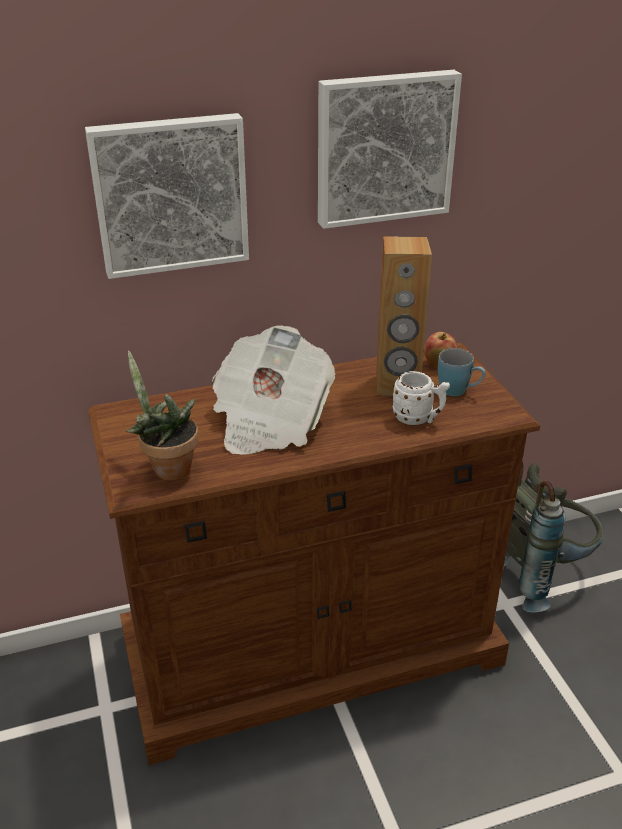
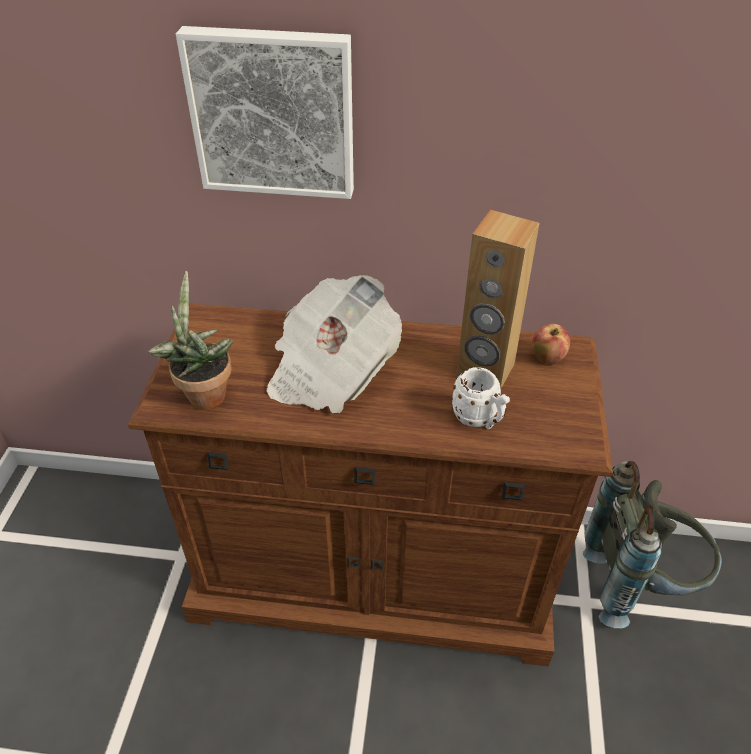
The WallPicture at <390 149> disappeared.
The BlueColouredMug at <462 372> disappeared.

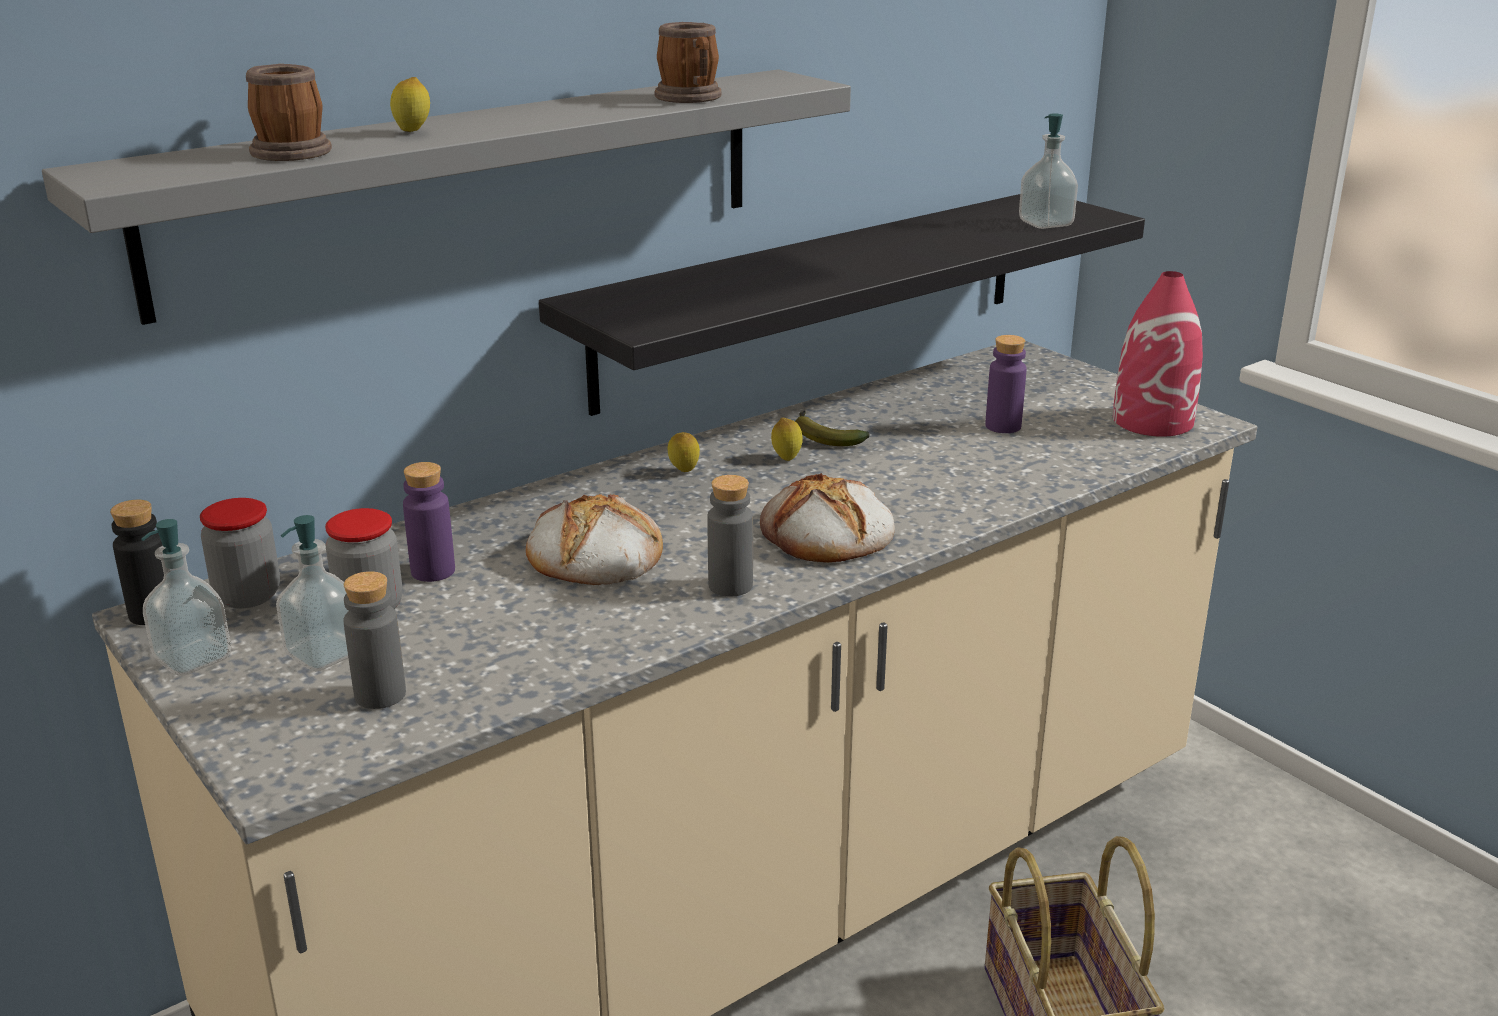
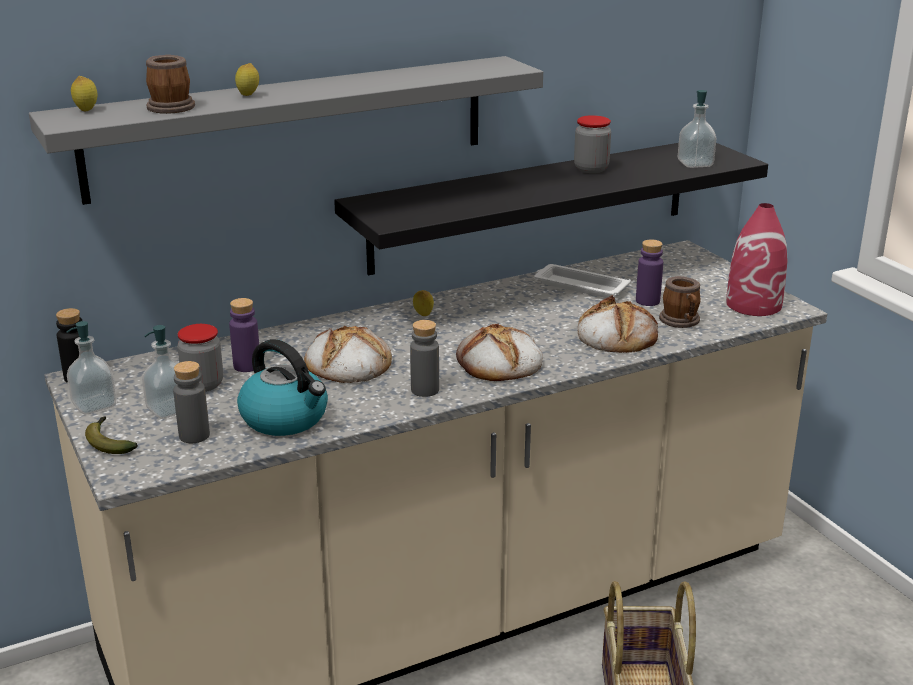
The Mug moved from <688 62> to <680 302>.
The BananaFruit moved from <832 428> to <111 435>.
The CitrusFruit moved from <787 439> to <84 93>.
The PreserveJar moved from <240 553> to <592 144>.
The WhitishTray at <582 281> appeared.
The BakeryBread at <618 324> appeared.
The TeaKettle at <282 387> appeared.

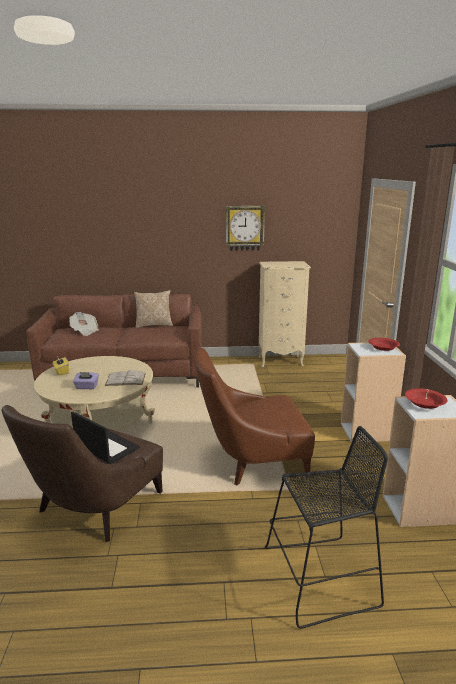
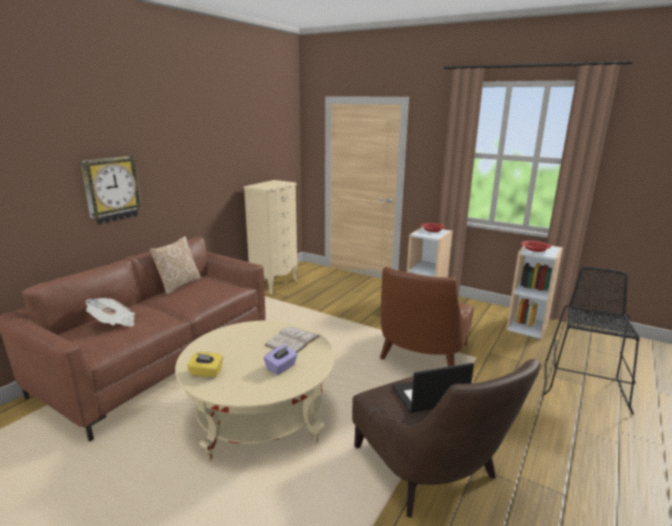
The WallClock moved from <245 228> to <111 190>.

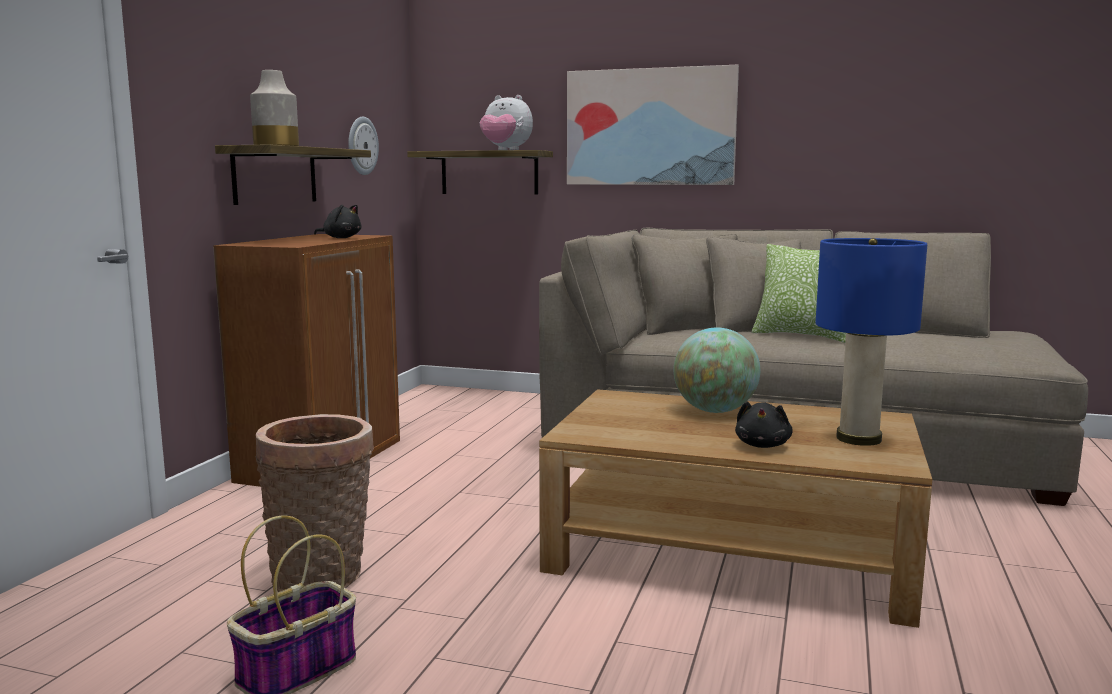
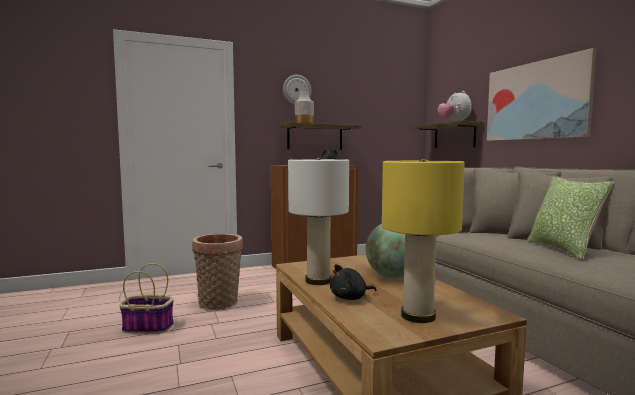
The WallClock moved from <363 145> to <297 90>.
The BlueColouredTableLamp at <871 342> became the YellowishTableLamp at <423 241>.
The WhitishTableLamp at <318 221> appeared.

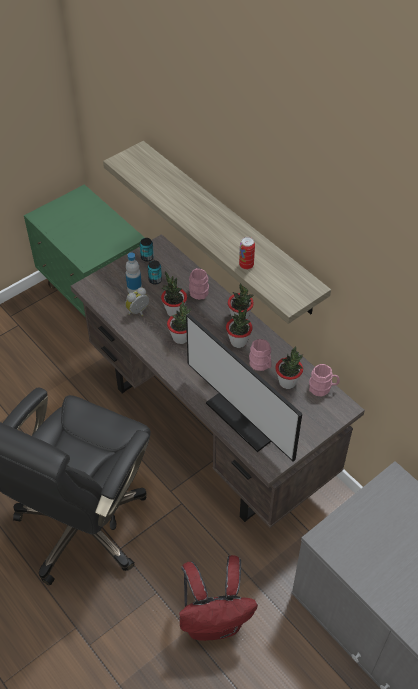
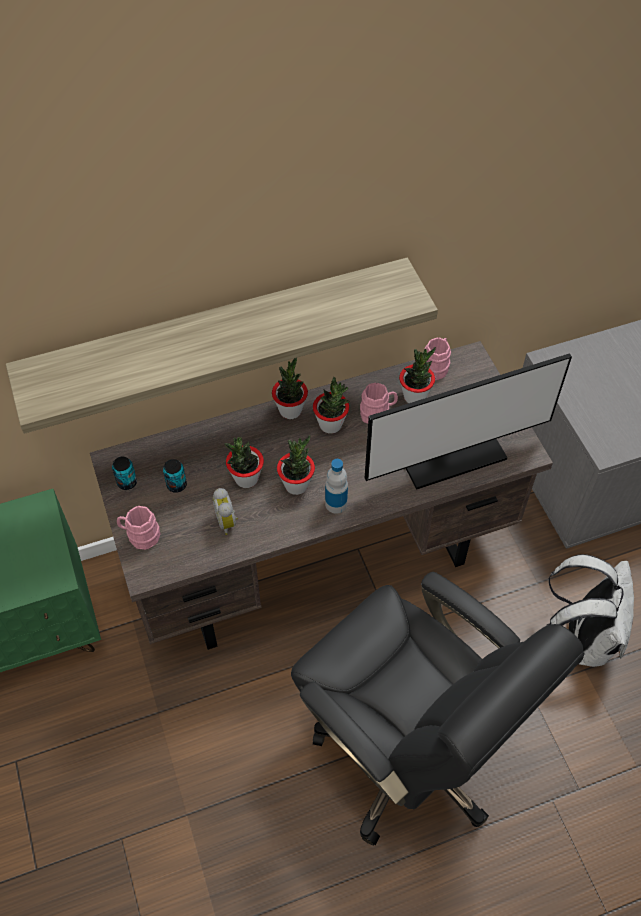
The Can at <247 253> disappeared.
The Bottle moved from <134 272> to <336 486>.
The PinkMug moved from <199 284> to <138 528>.
The RedRucksack at <218 598> became the WhitishRucksack at <590 610>.

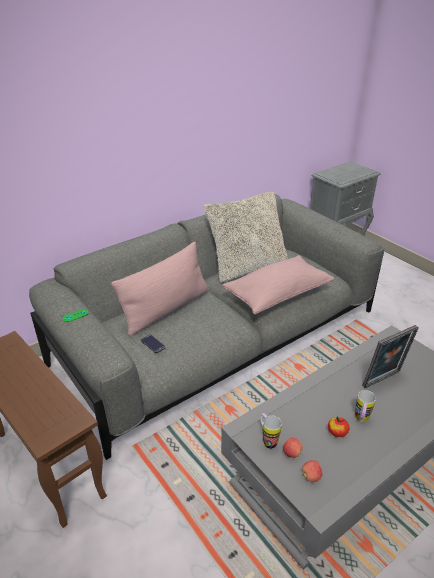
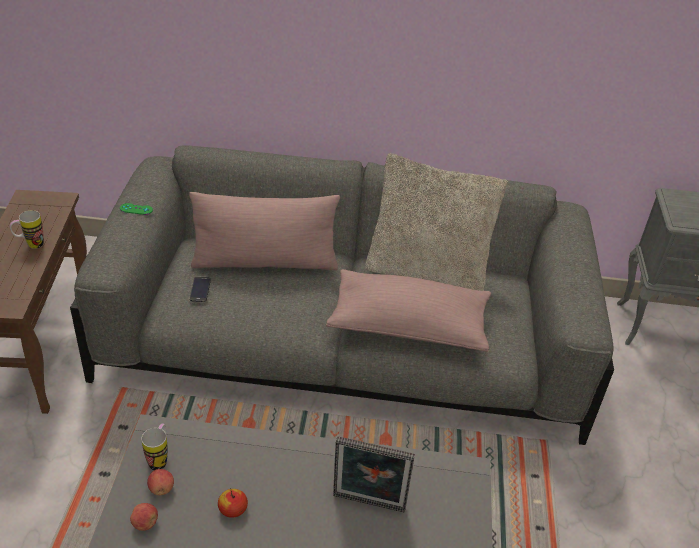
The Mug moved from <365 406> to <27 229>.

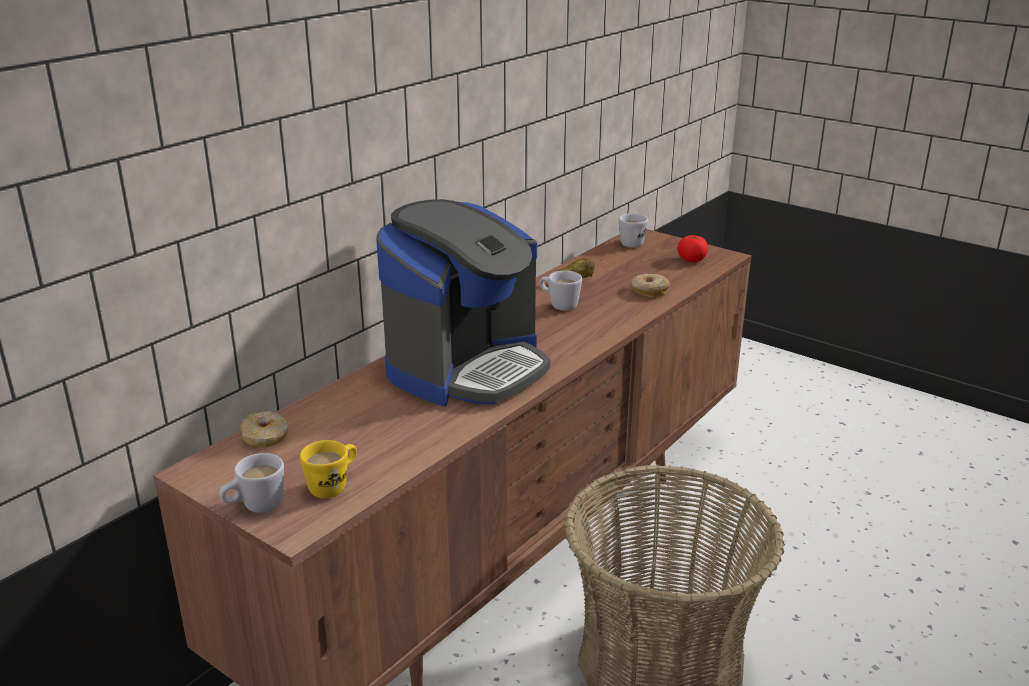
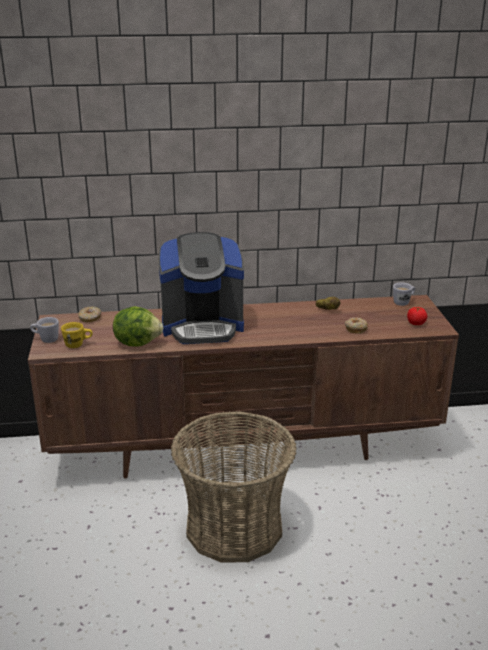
The WhitishMug at <561 291> disappeared.
The Lettuce at <138 326> appeared.

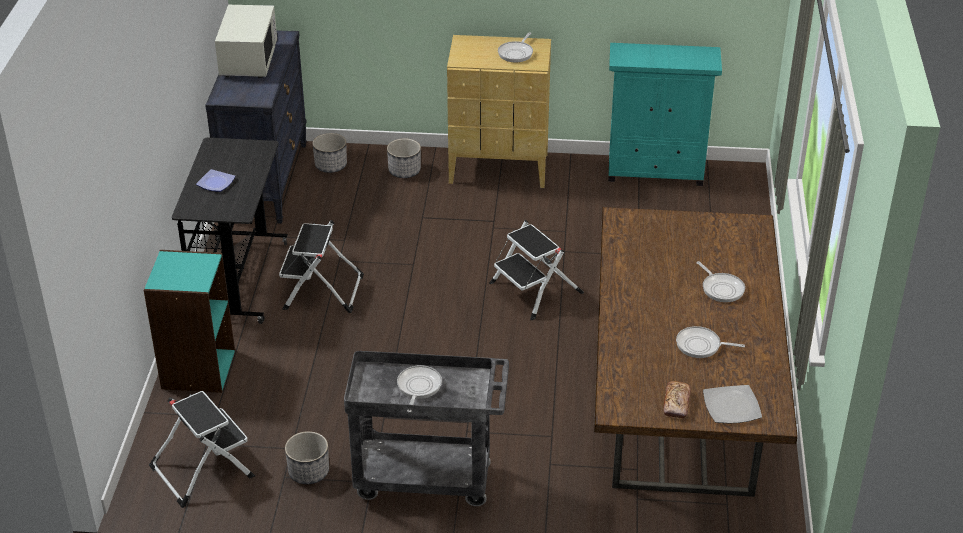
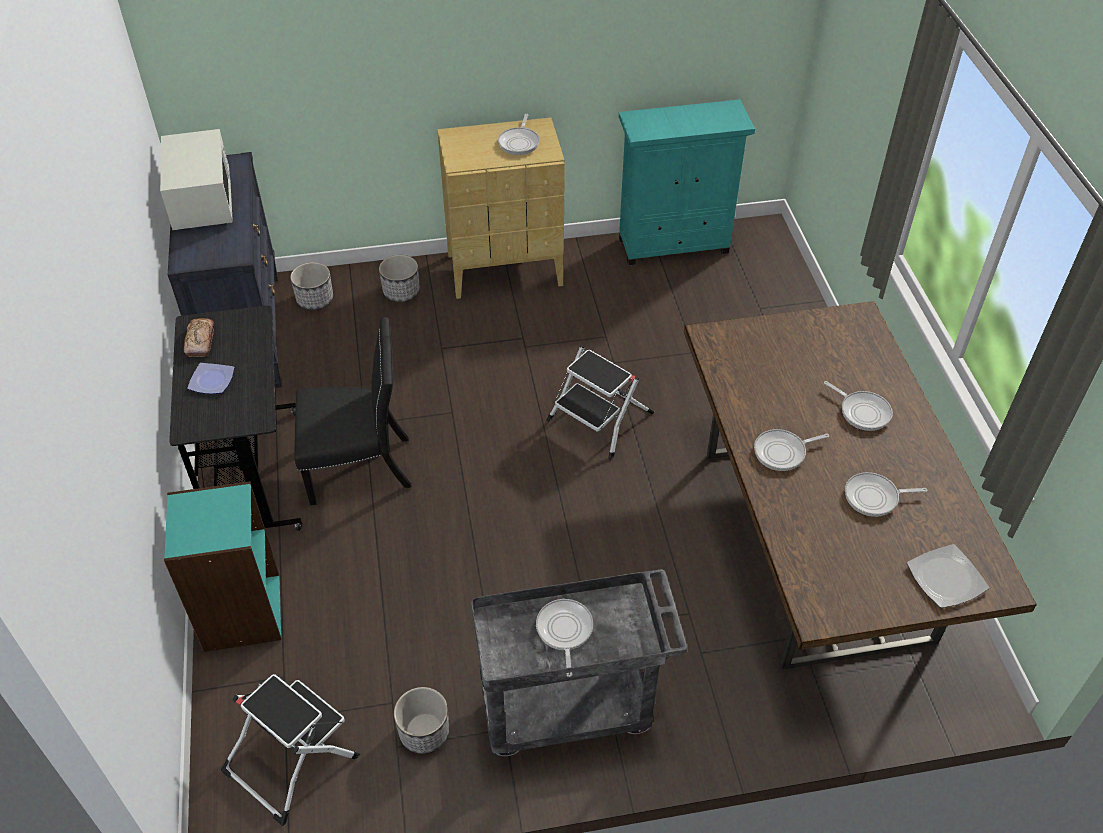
The Stepladder at <321 266> was replaced by the BlackPlainChair at <352 411>.
The BakeryBread moved from <677 400> to <199 337>.
The Skillet at <791 450> appeared.

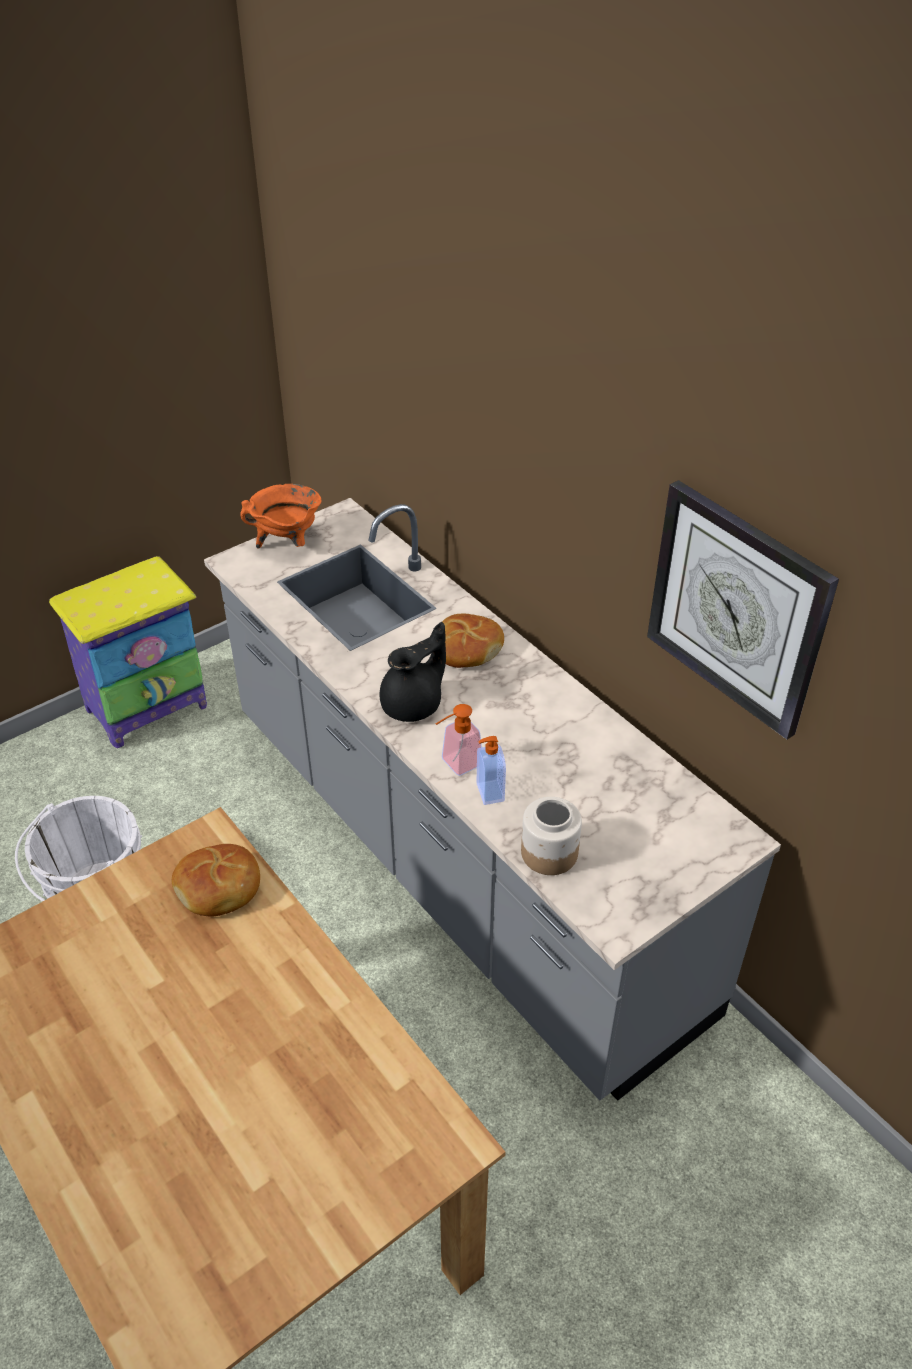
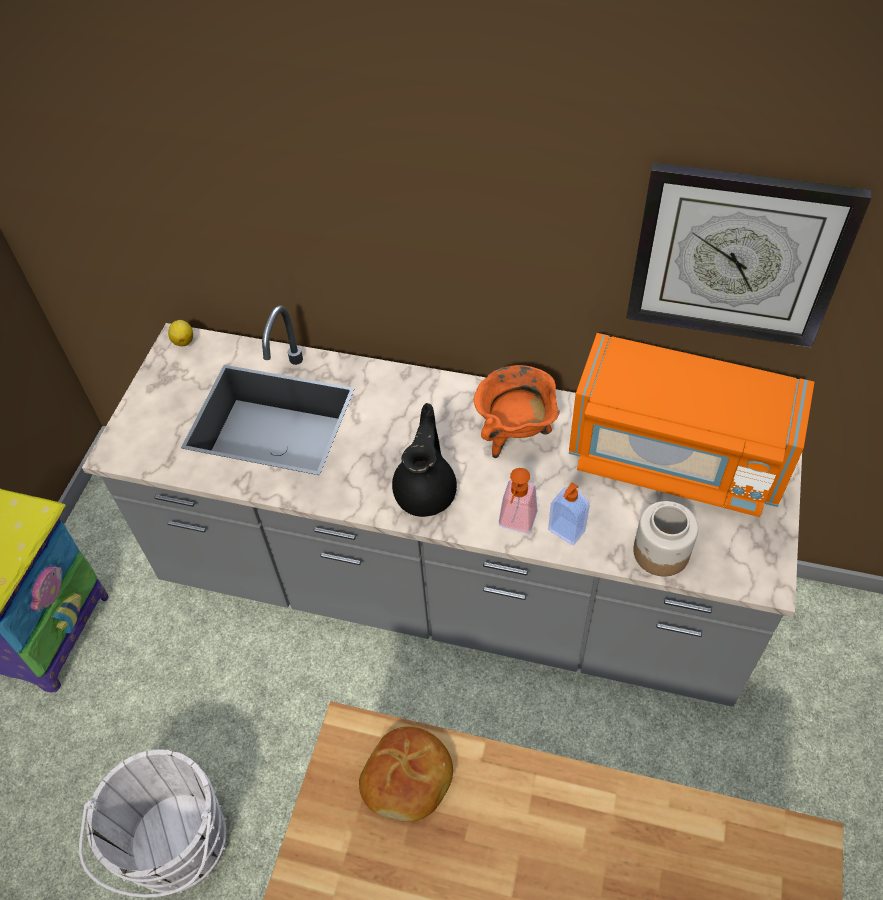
The OrangeyCookingPot moved from <281 516> to <517 411>.
The BakeryBread at <473 641> disappeared.
The CitrusFruit at <180 333> appeared.
The OrangeyMicrowaveOven at <692 425> appeared.

